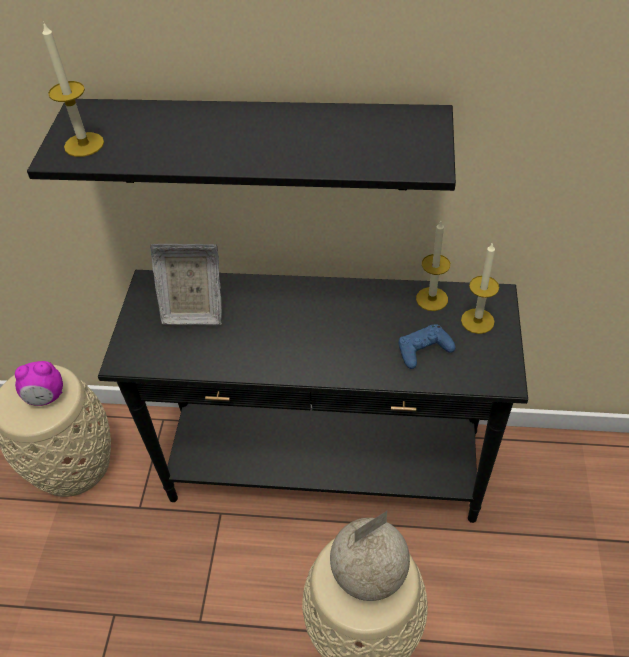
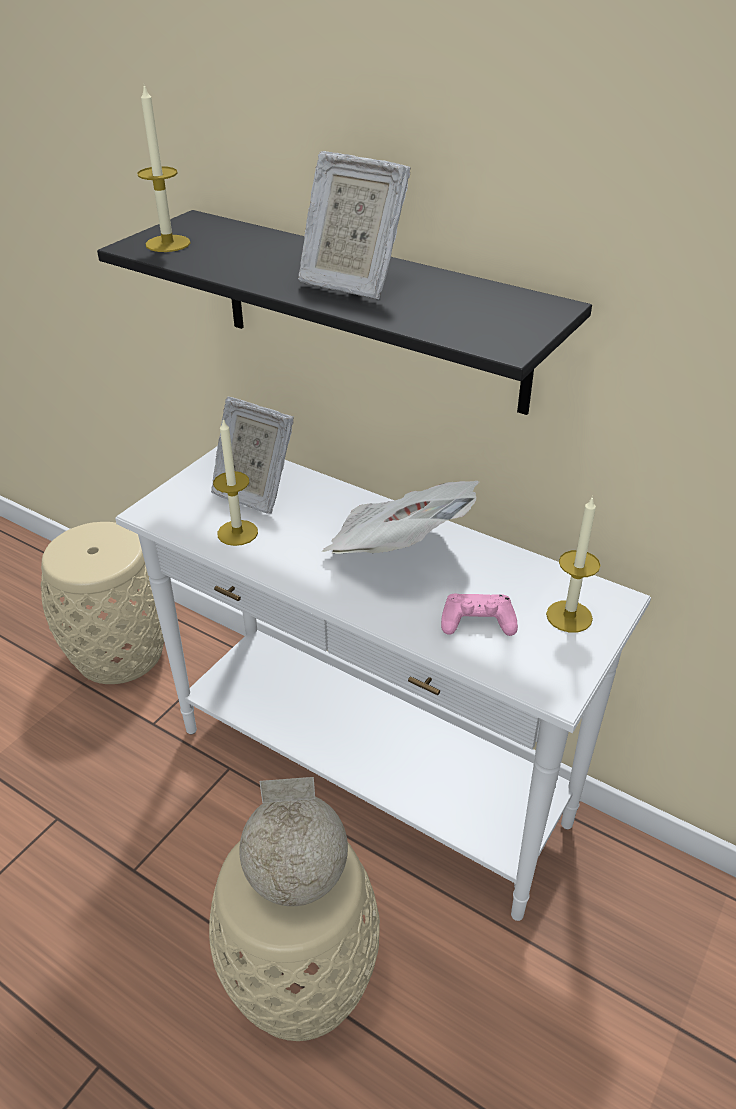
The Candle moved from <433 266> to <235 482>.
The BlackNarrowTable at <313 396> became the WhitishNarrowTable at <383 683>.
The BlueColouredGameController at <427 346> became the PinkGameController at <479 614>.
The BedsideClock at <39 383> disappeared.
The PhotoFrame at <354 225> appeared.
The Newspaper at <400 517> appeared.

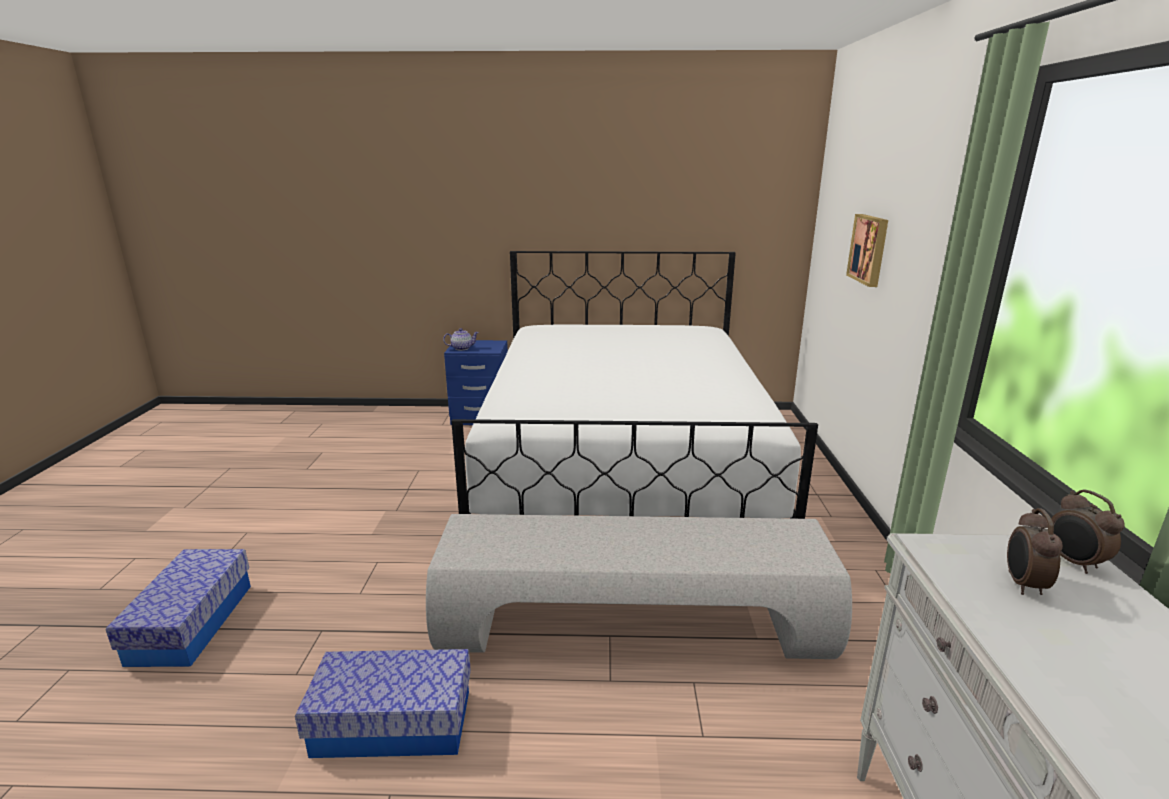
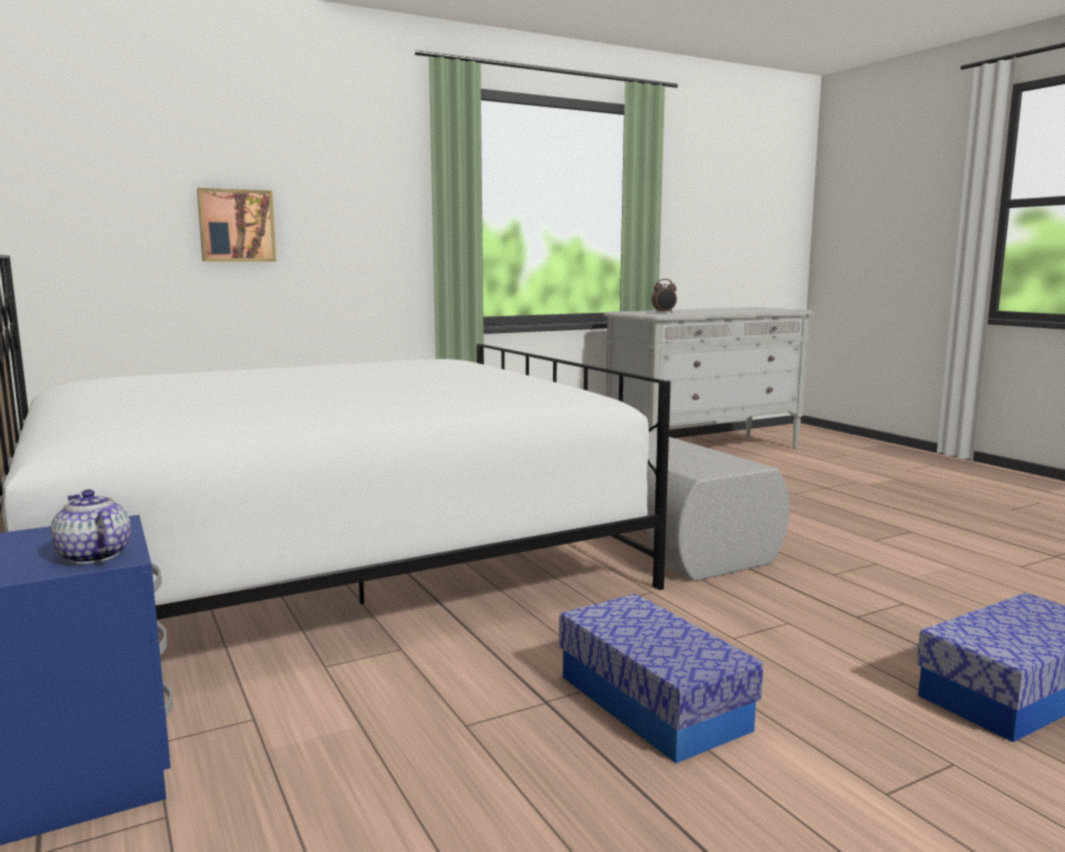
The BedsideClock at <1088 531> disappeared.
The StorageContainer moved from <383 703> to <661 678>.

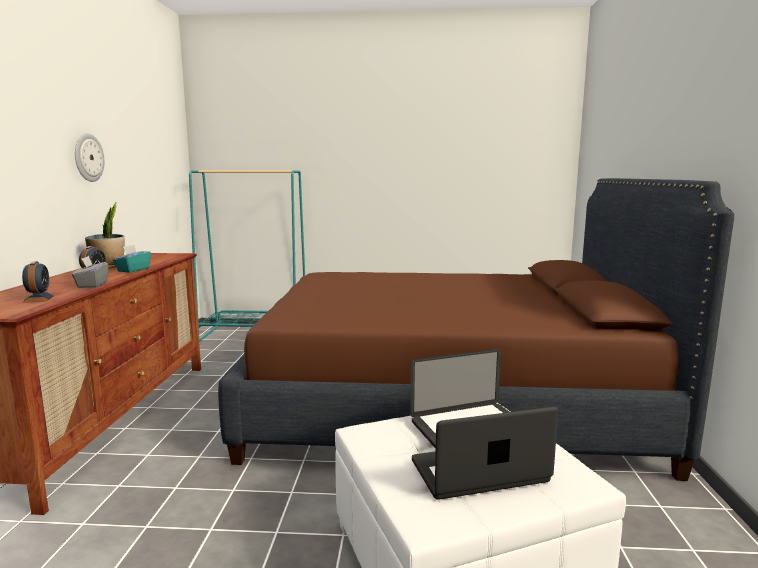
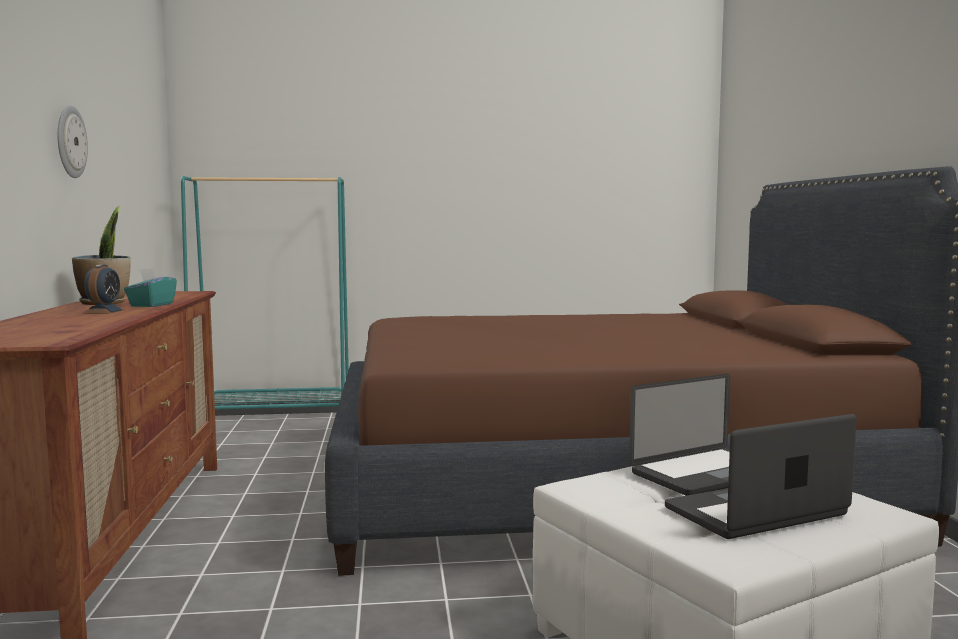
The GreyishTissueBox at <90 272> disappeared.
The BedsideClock at <38 282> disappeared.

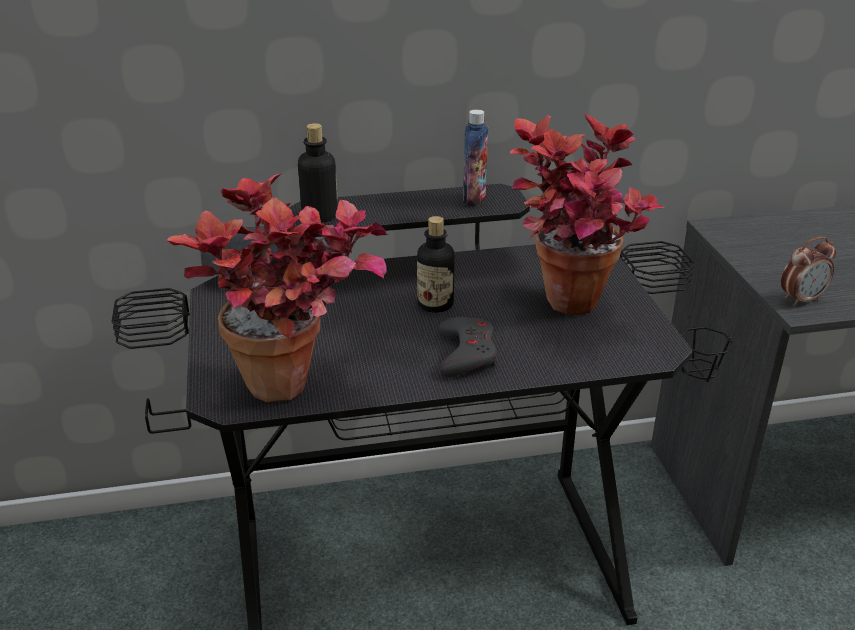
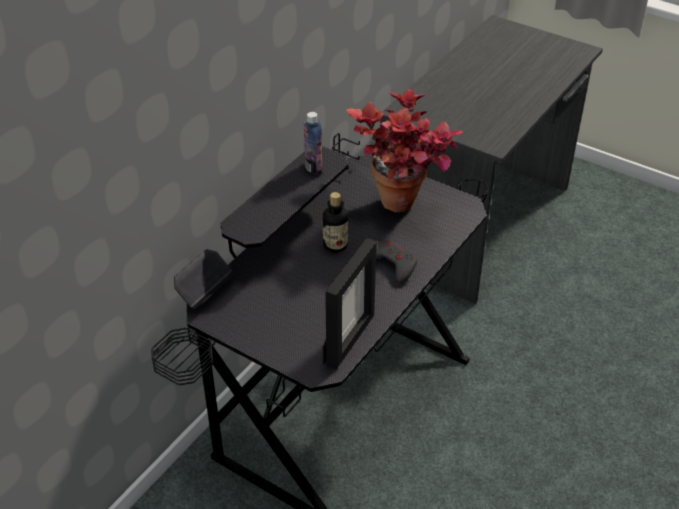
The Bottle at <318 173> disappeared.
The PottedPlant at <277 287> was replaced by the PhotoFrame at <350 304>.
The BedsideClock at <808 272> disappeared.

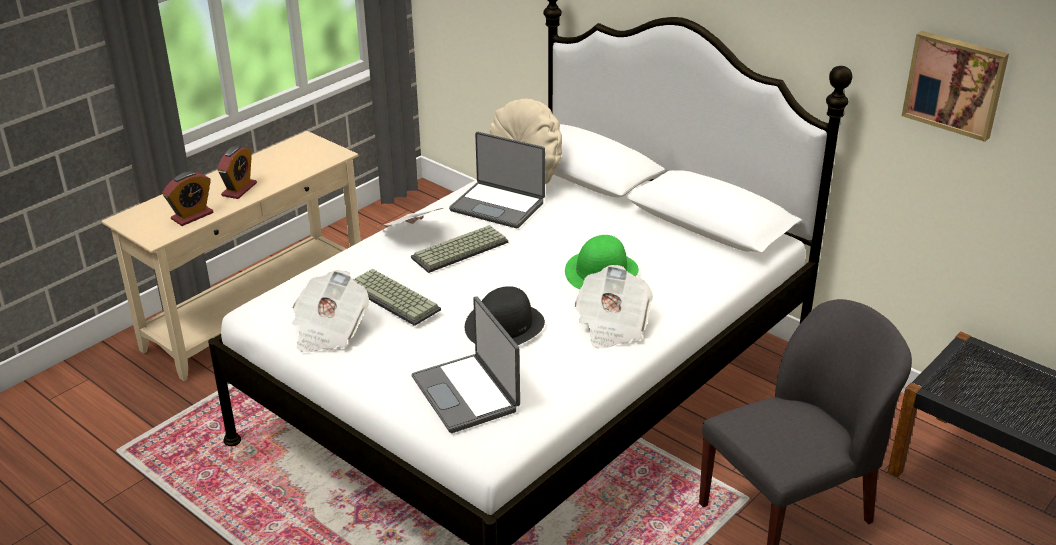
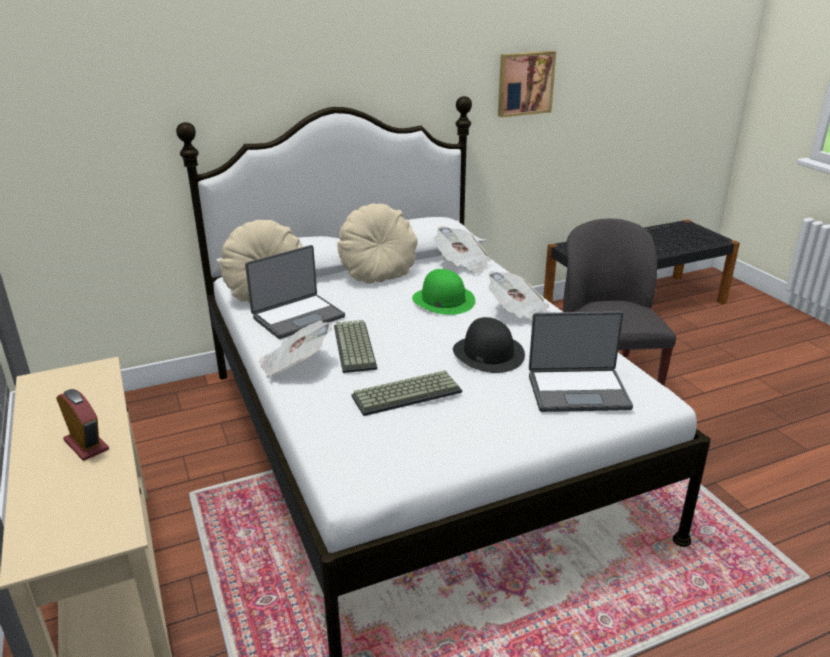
The BedsideClock at <187 198> disappeared.
The Newspaper moved from <330 311> to <462 250>.
The SandColouredThrowPillow at <377 244> appeared.

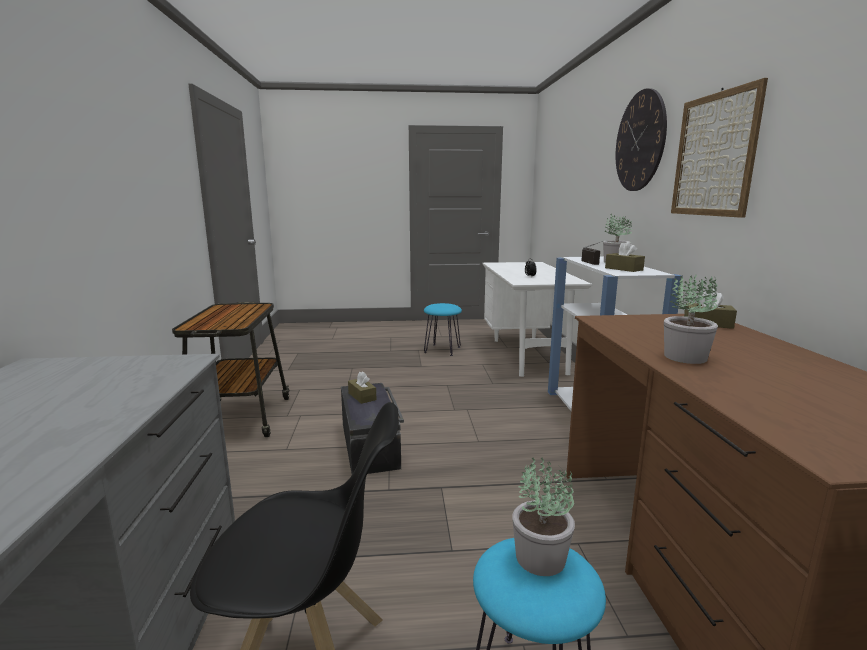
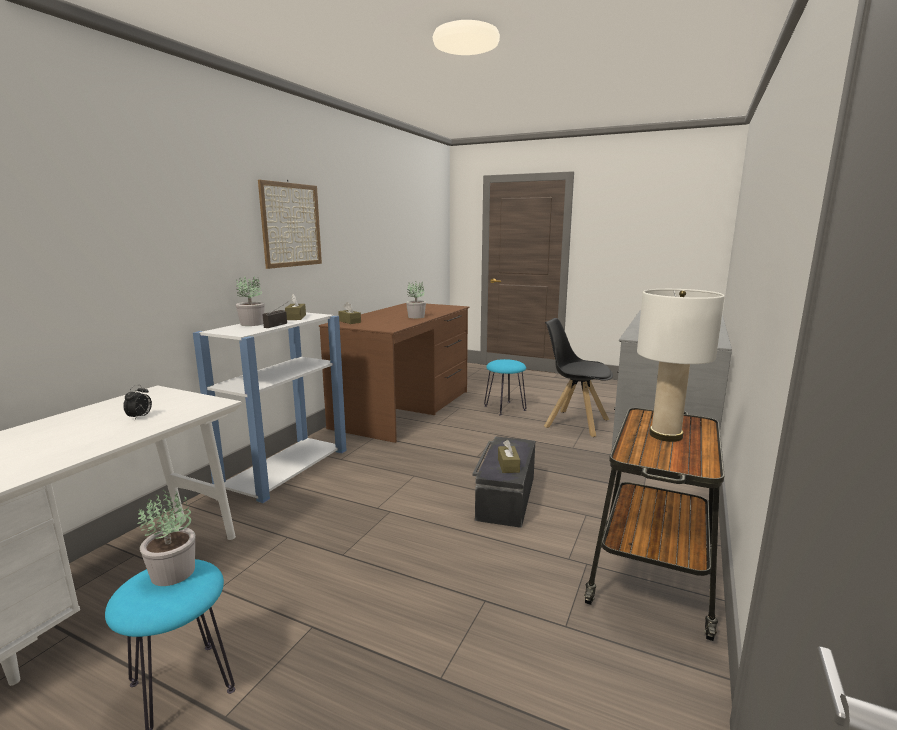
The WallClock at <641 139> disappeared.
The PottedPlant moved from <543 516> to <166 538>.
The WhitishTableLamp at <681 365> appeared.

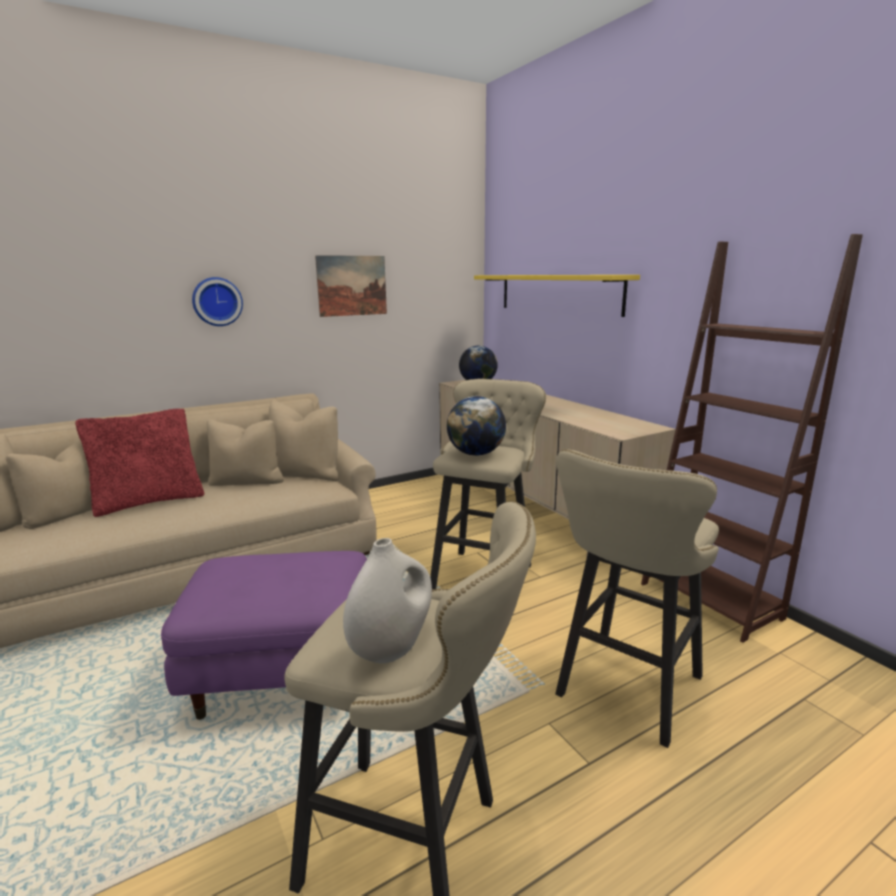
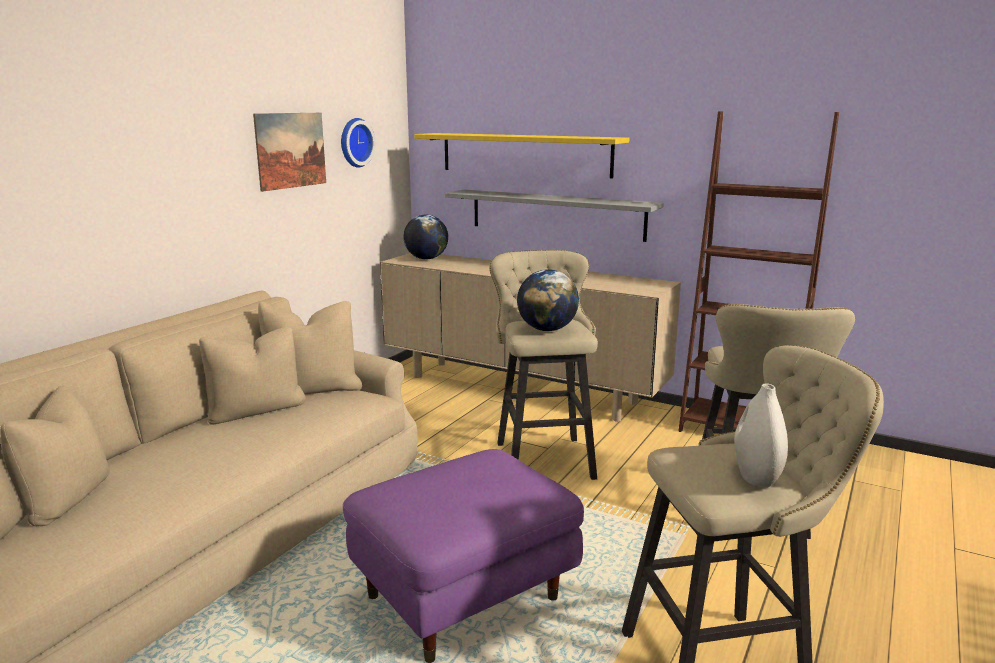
The WallClock moved from <217 301> to <358 143>.
The RedThrowPillow at <140 462> disappeared.
The GreyishBracketShelf at <554 216> appeared.

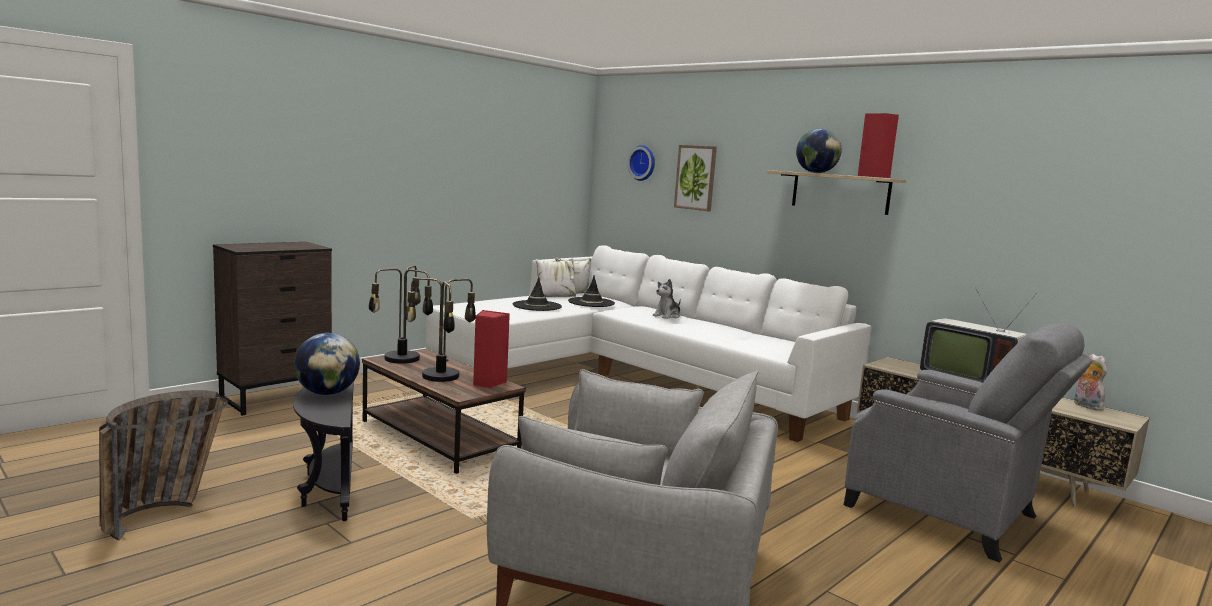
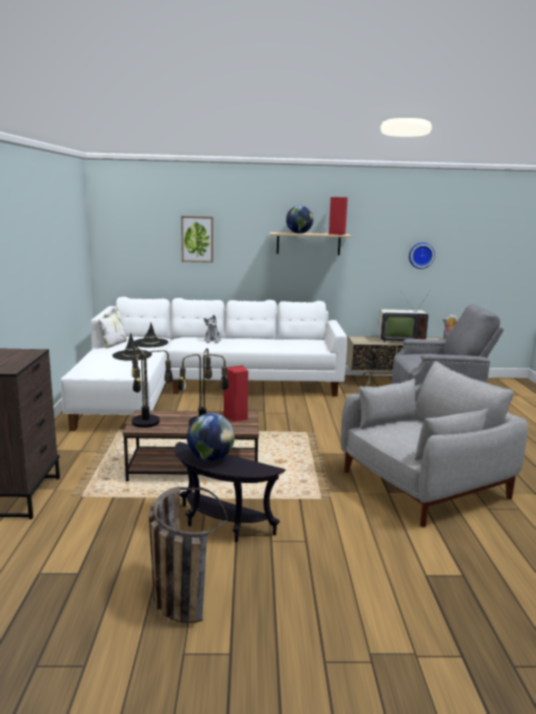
The WallClock moved from <641 163> to <422 255>.

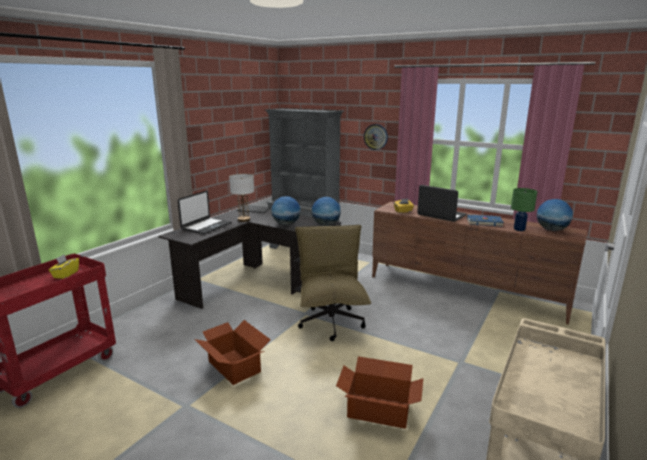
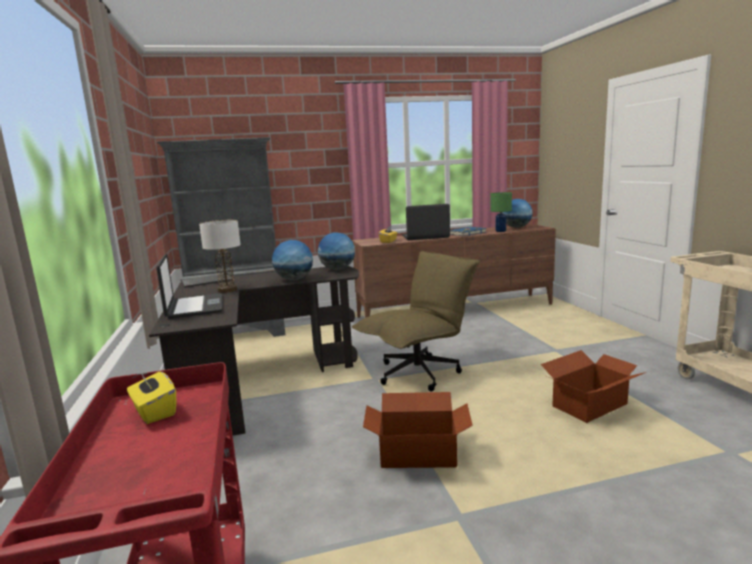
The WallClock at <376 137> disappeared.
The SandColouredComputerChair at <333 283> turned 105 degrees clockwise.

